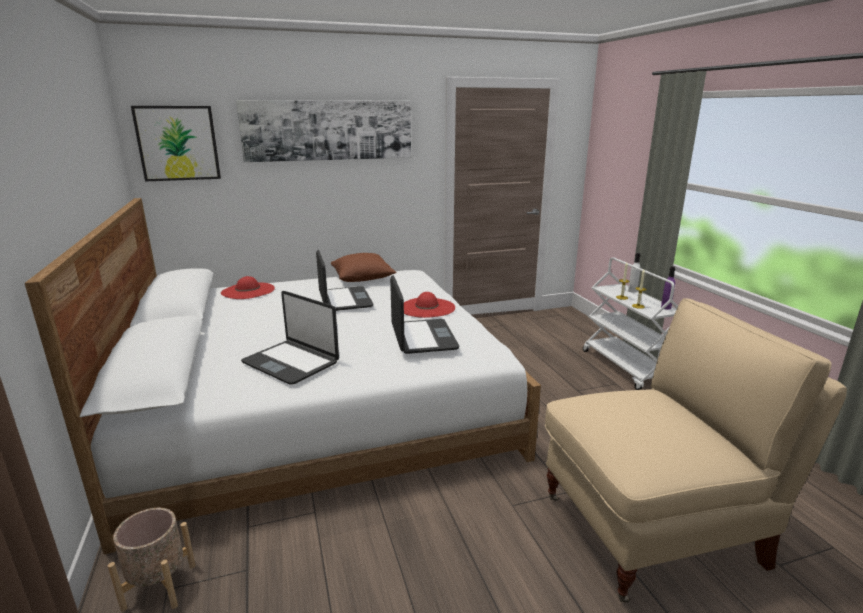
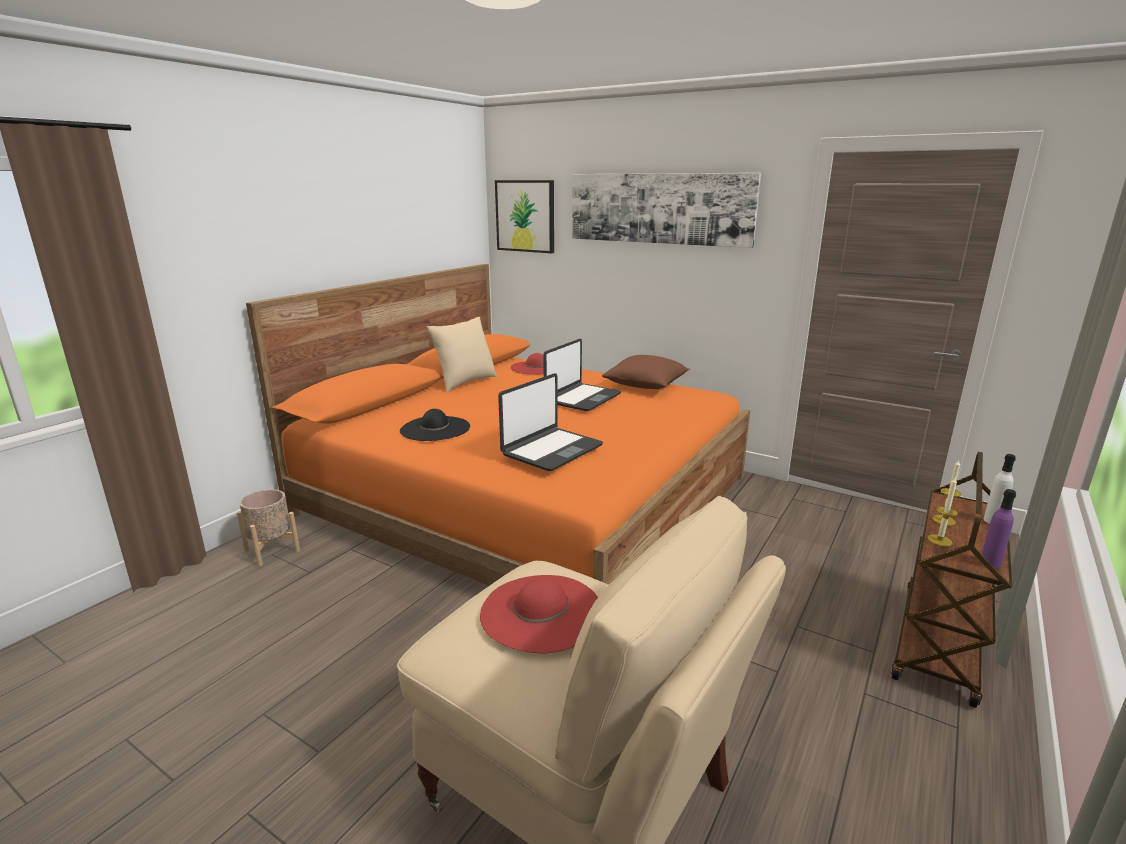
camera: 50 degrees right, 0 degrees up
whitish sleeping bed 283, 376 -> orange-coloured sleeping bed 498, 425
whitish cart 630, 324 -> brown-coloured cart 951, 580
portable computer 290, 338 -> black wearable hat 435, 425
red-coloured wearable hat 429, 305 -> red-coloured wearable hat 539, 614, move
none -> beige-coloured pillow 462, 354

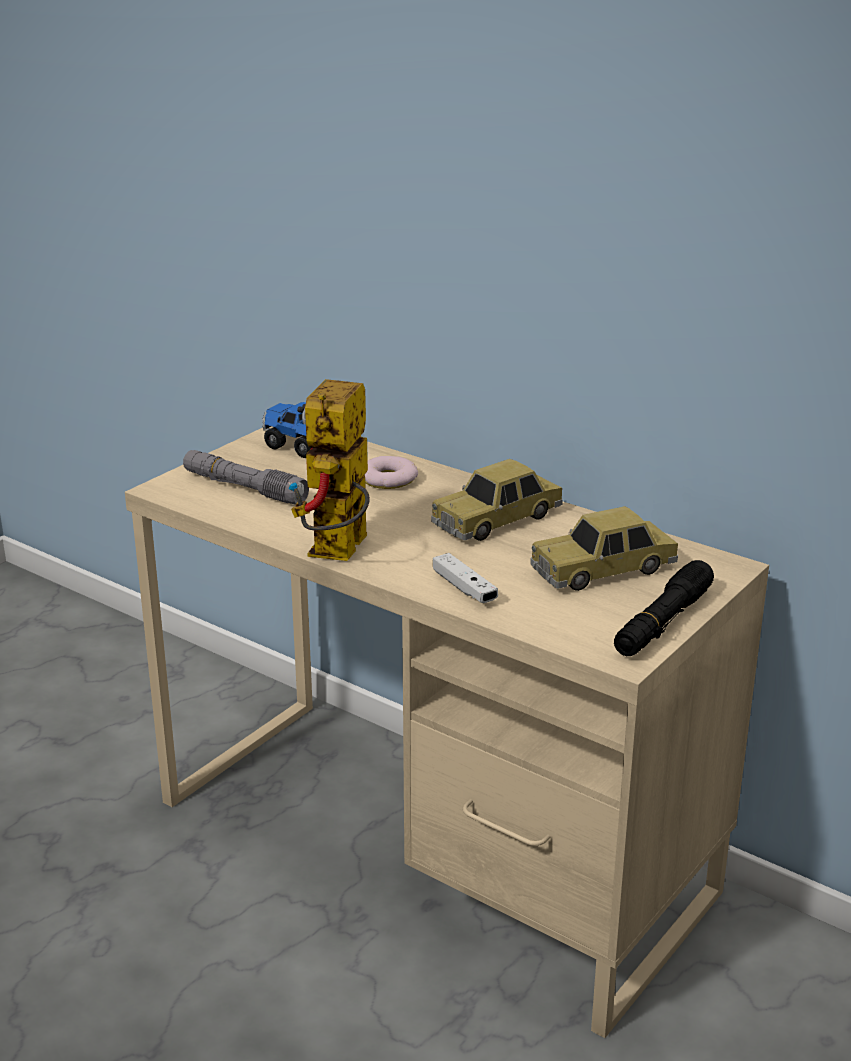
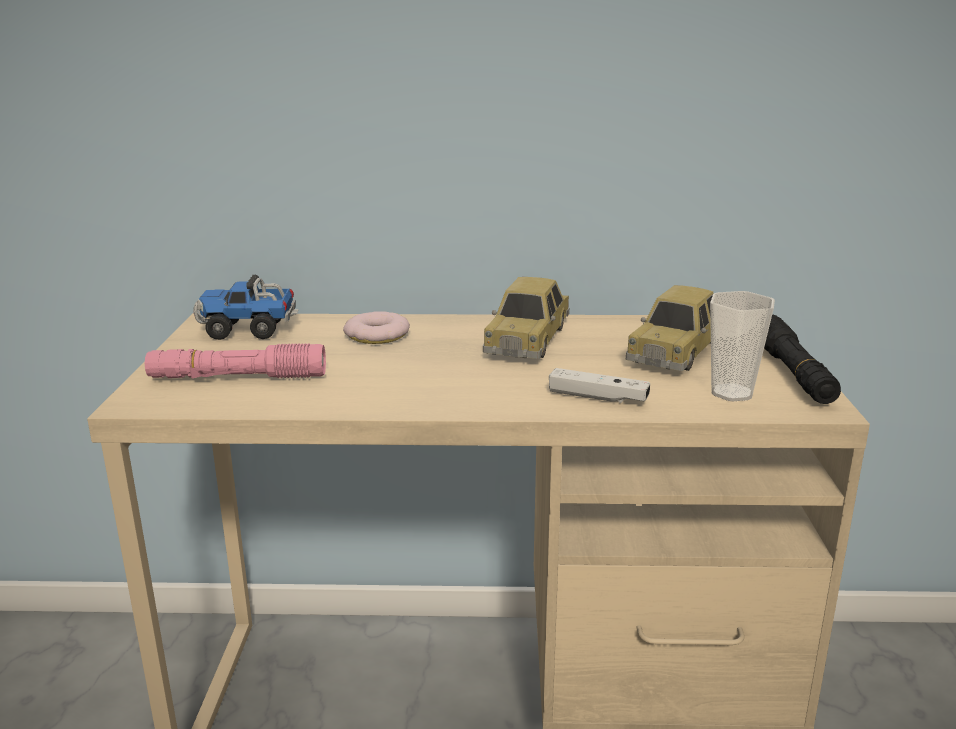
camera: 35 degrees left, 5 degrees down
toy robot 329, 470 -> none
gray hand torch 246, 477 -> pink hand torch 235, 361
none -> cup 742, 346

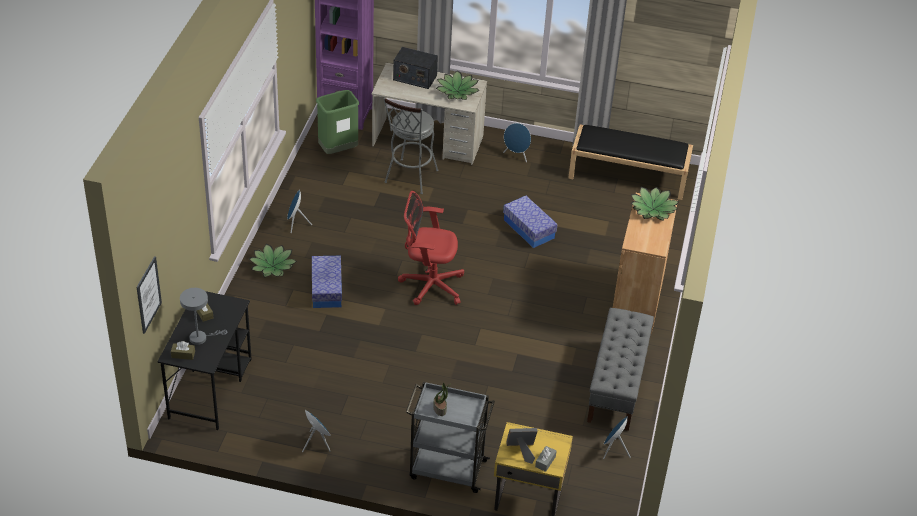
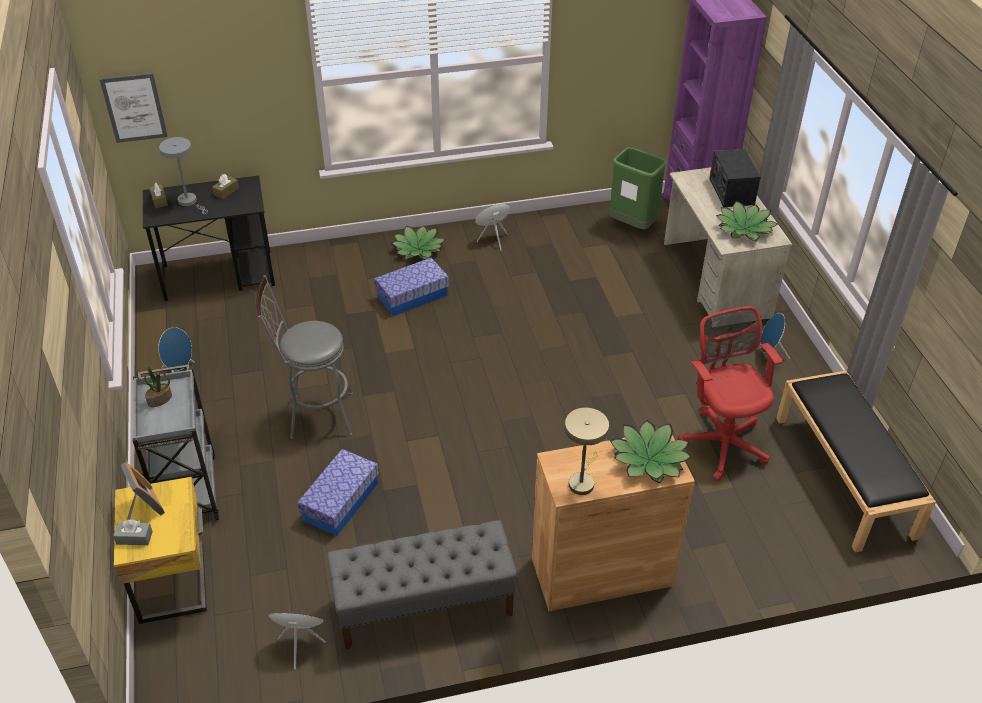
camera: 65 degrees right, 0 degrees up
gray stool 411, 146 -> gray stool 304, 357, move
red-coloured computer chair 431, 248 -> red-coloured computer chair 730, 394, move
storage box 530, 222 -> storage box 338, 492, move
none -> beige-coloured tabletop lamp 587, 451

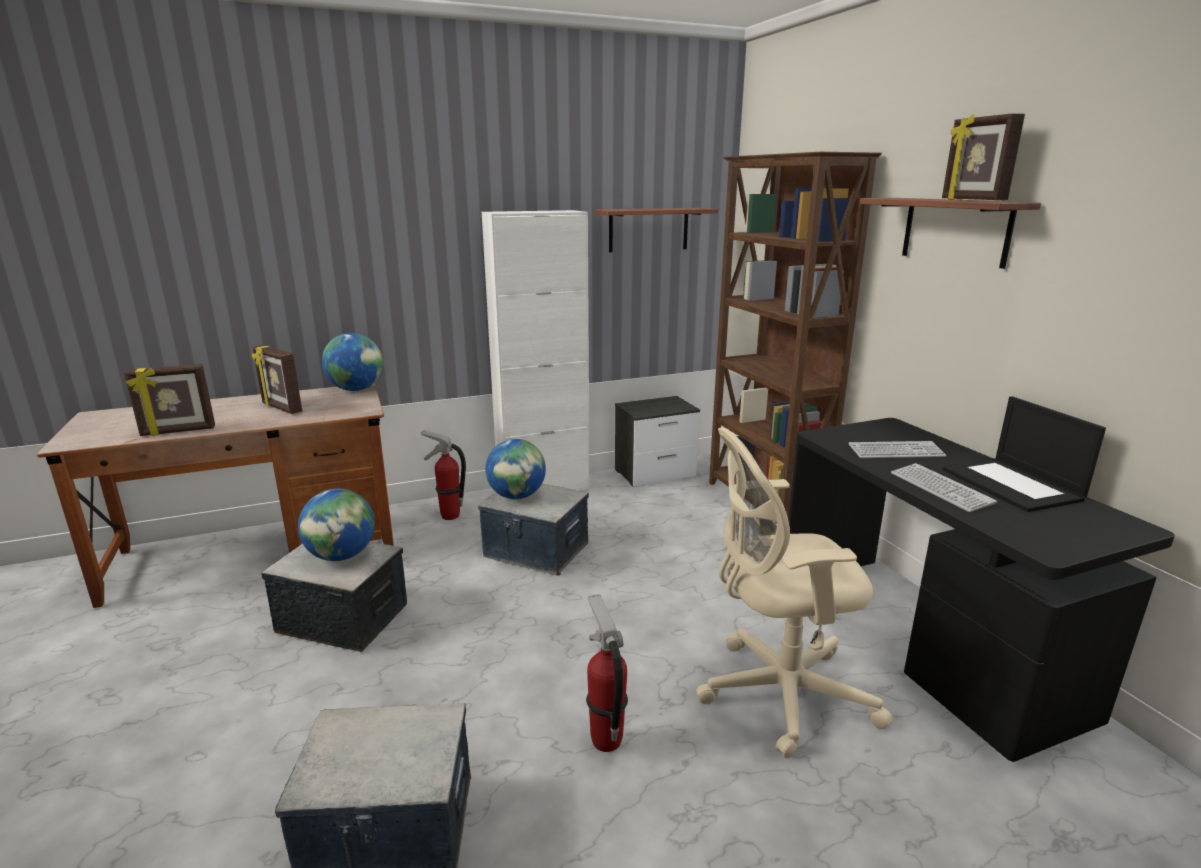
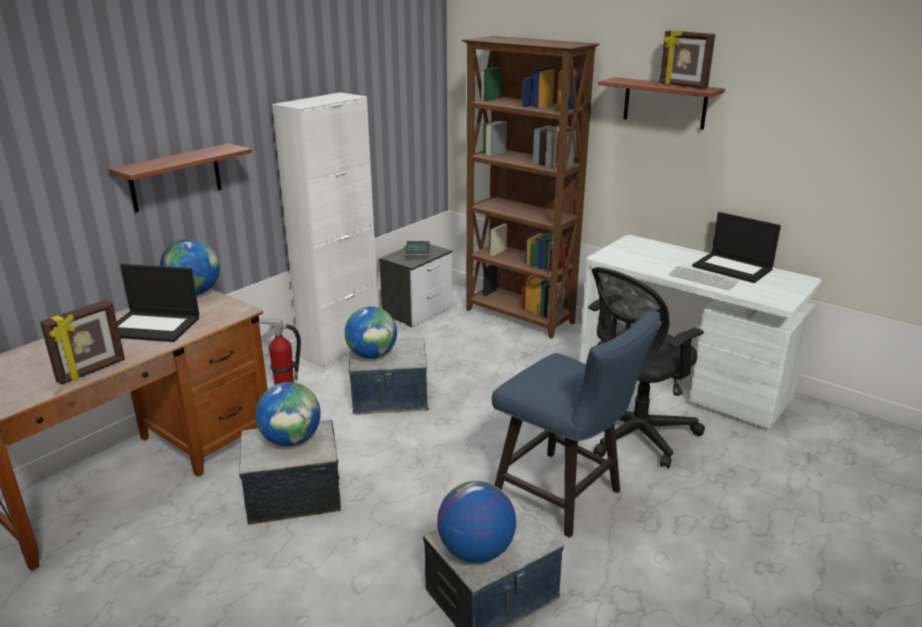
camera: 30 degrees left, 5 degrees up
shelf 656, 230 -> shelf 180, 177, move
picture frame 277, 379 -> portable computer 158, 303
black desk unit 981, 590 -> whitish desk unit 700, 331
beige-coloured computer chair 794, 592 -> black computer chair 646, 368
computer keyboard 897, 449 -> none
fire-fighting cylinder 607, 673 -> blue upright chair 576, 424
none -> bound book 417, 250
none -> world globe 476, 522

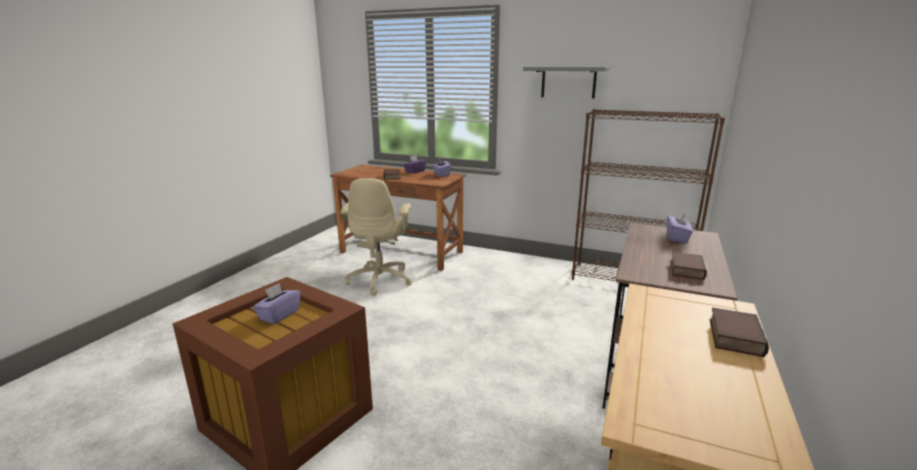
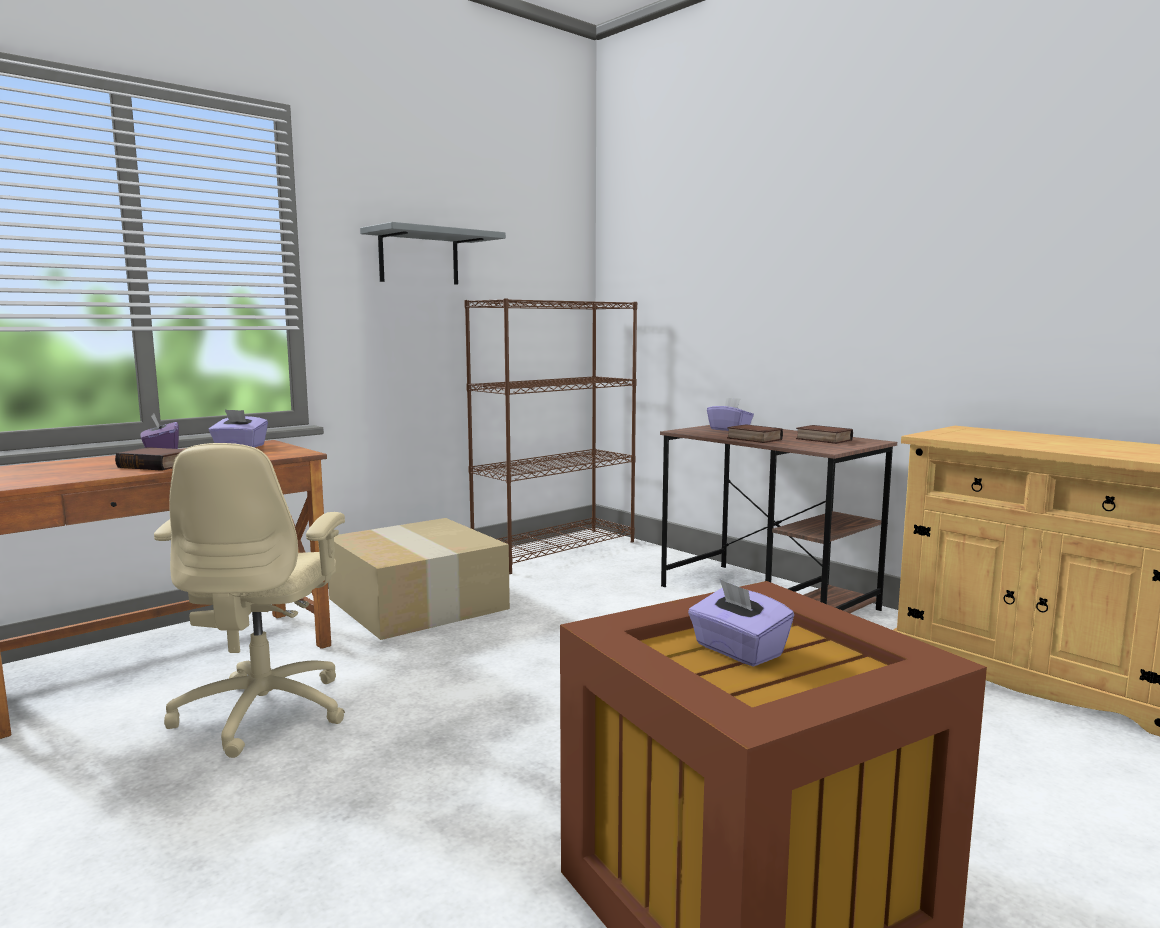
camera: 65 degrees left, 10 degrees down
beige-coloured computer chair 376, 237 -> beige-coloured computer chair 249, 600, 60 degrees clockwise
bound book 739, 332 -> bound book 755, 433, move
none -> cardboard box 419, 579

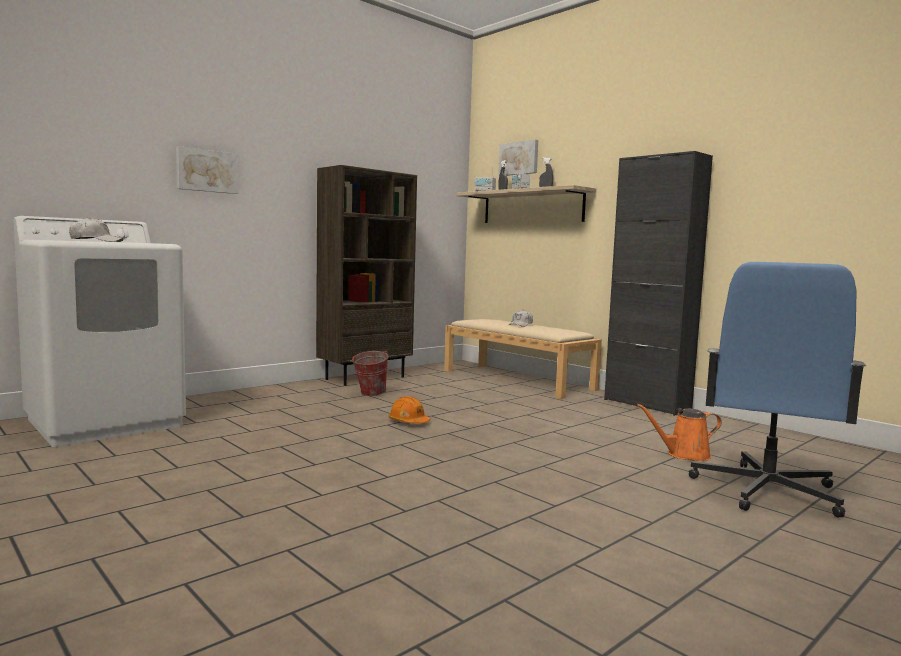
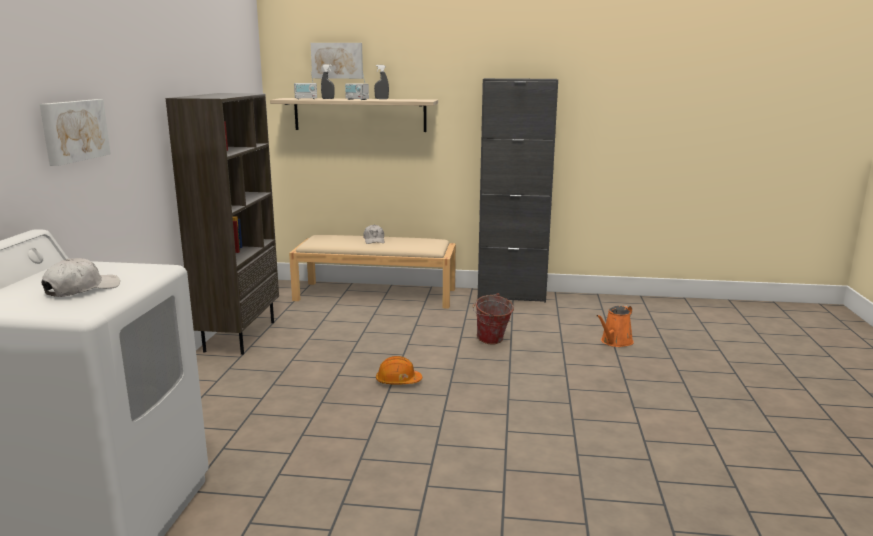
camera: 40 degrees left, 10 degrees up
blue computer chair 777, 390 -> none
water bucket 369, 373 -> water bucket 493, 319, move

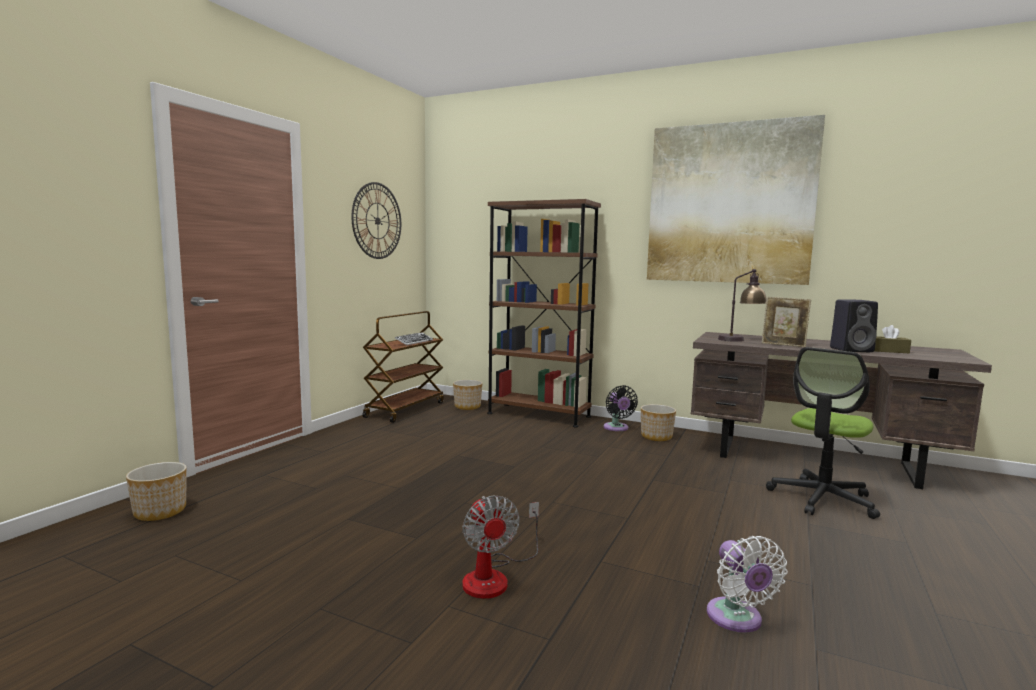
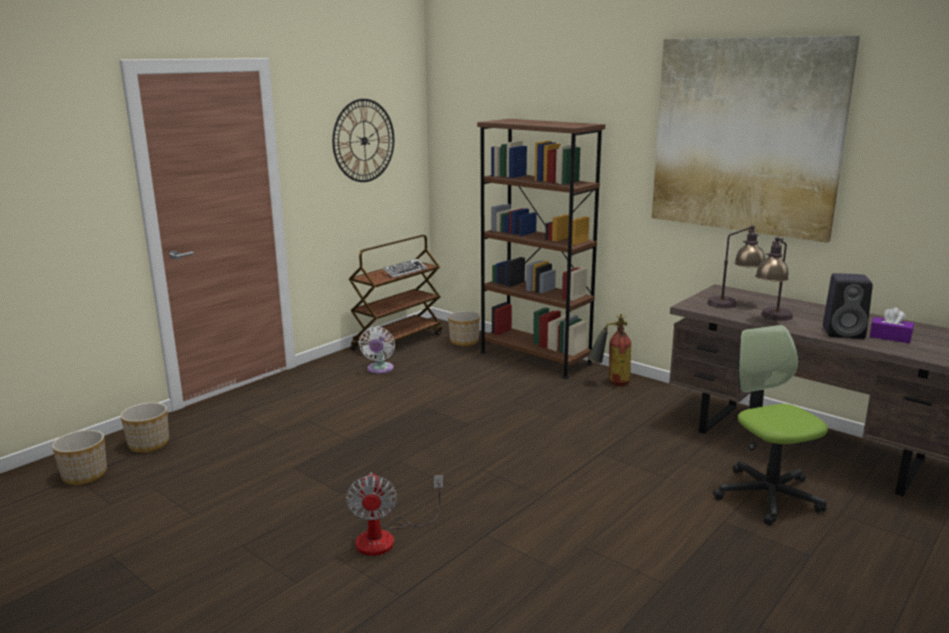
camera: 15 degrees right, 10 degrees up
picture frame 786, 322 -> tabletop lamp 774, 278
brown-coloured box of tissues 893, 339 -> purplish box of tissues 892, 325
computer chair 823, 433 -> computer chair 770, 425, 105 degrees clockwise
black cooling fan 621, 408 -> fire-fighting cylinder 609, 350
planter 658, 422 -> planter 79, 457, move
whitish cooling fan 747, 584 -> whitish cooling fan 377, 350, move

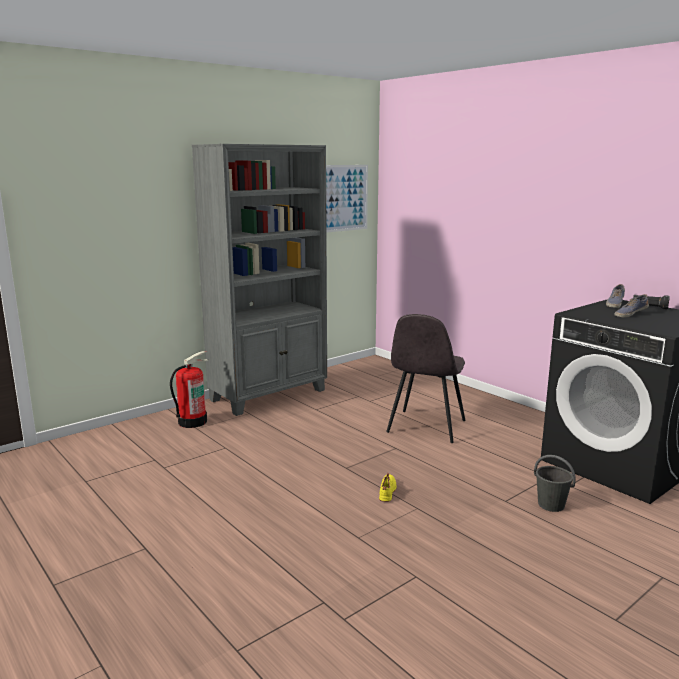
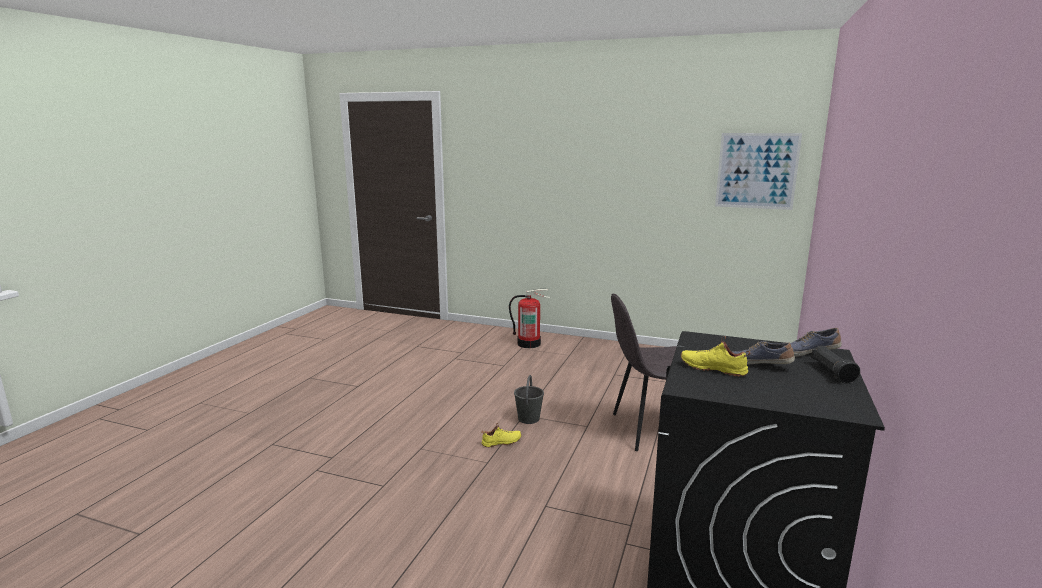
camera: 60 degrees right, 0 degrees up
gray bookshelf 259, 280 -> none
gray water bucket 555, 483 -> gray water bucket 529, 399, move
none -> yellow shoe 715, 356

